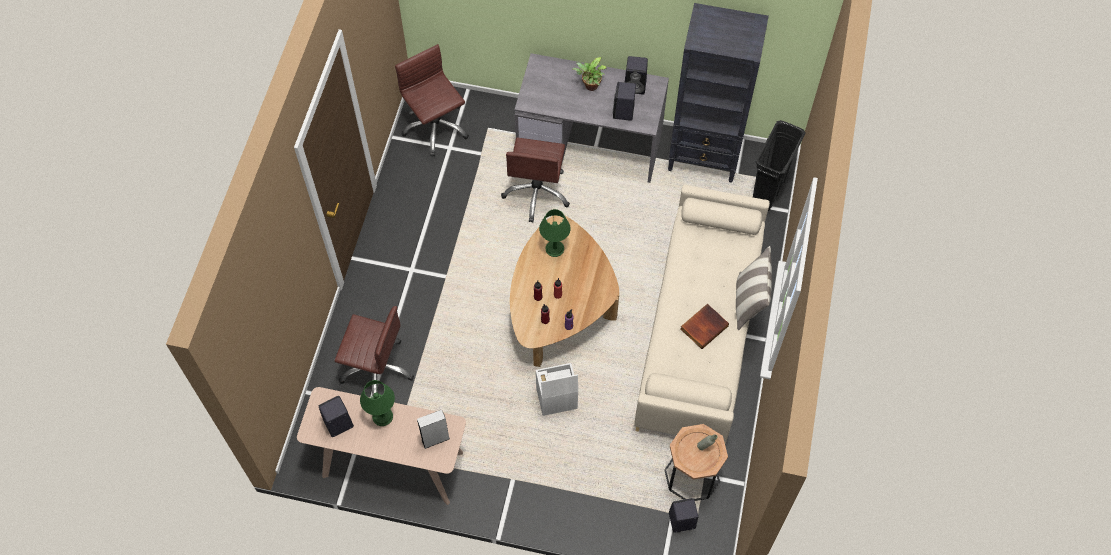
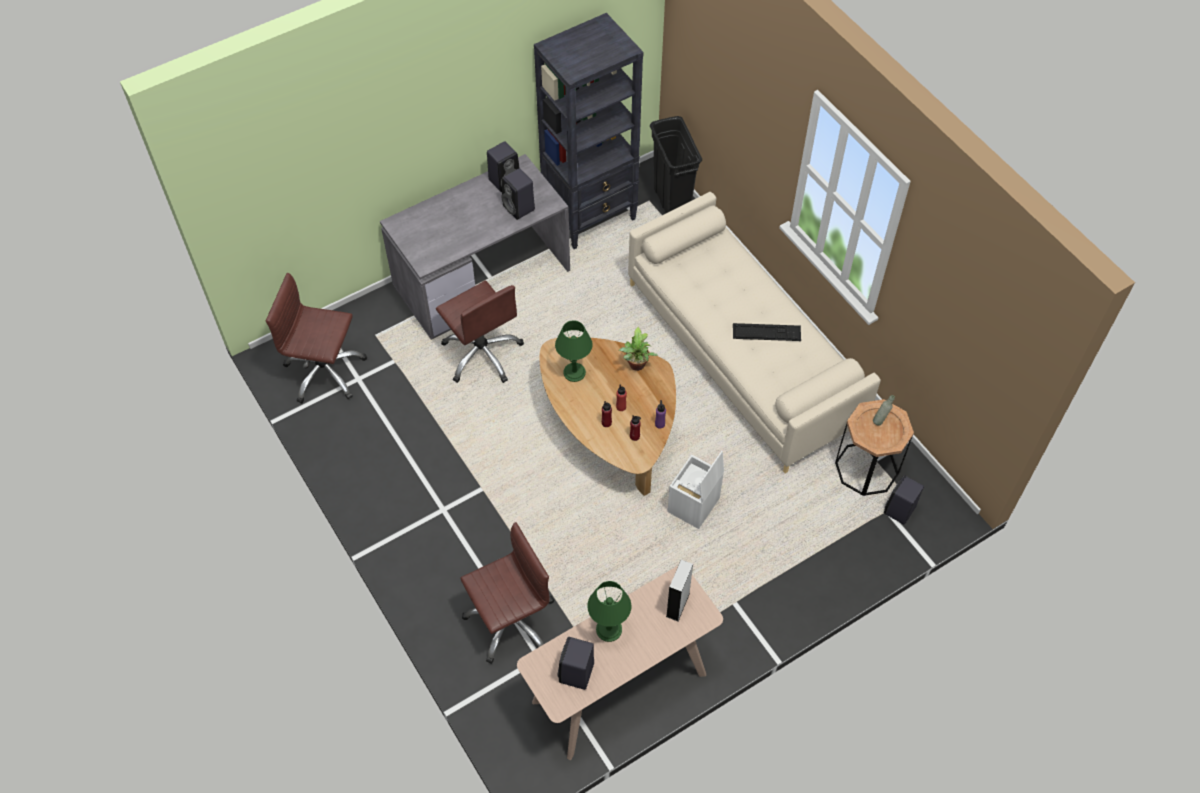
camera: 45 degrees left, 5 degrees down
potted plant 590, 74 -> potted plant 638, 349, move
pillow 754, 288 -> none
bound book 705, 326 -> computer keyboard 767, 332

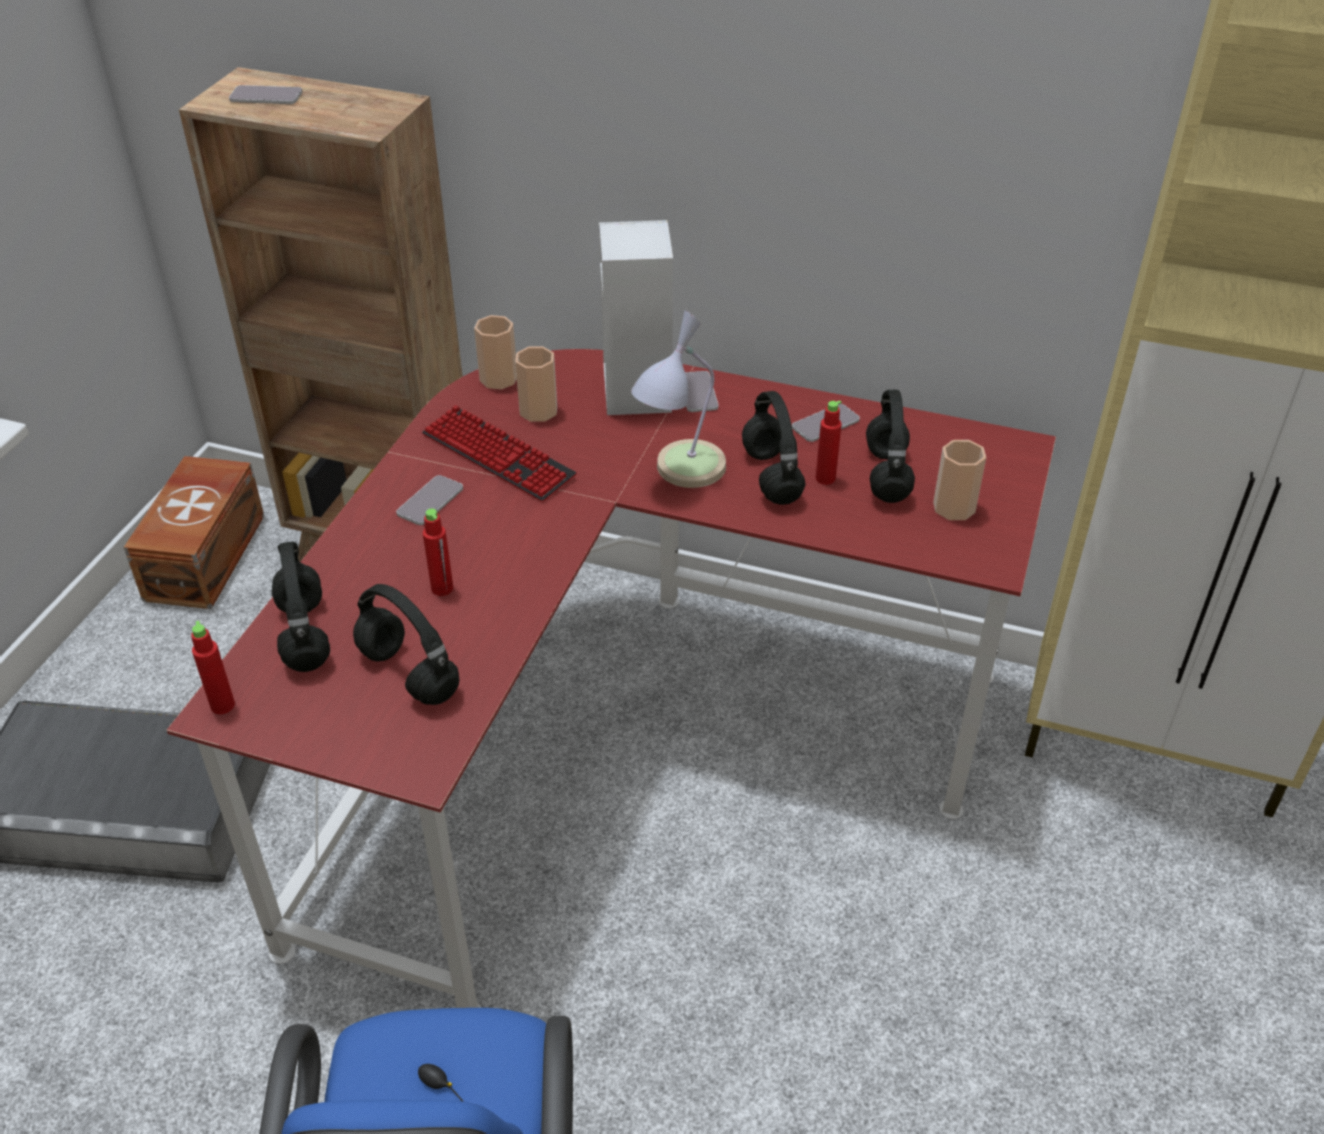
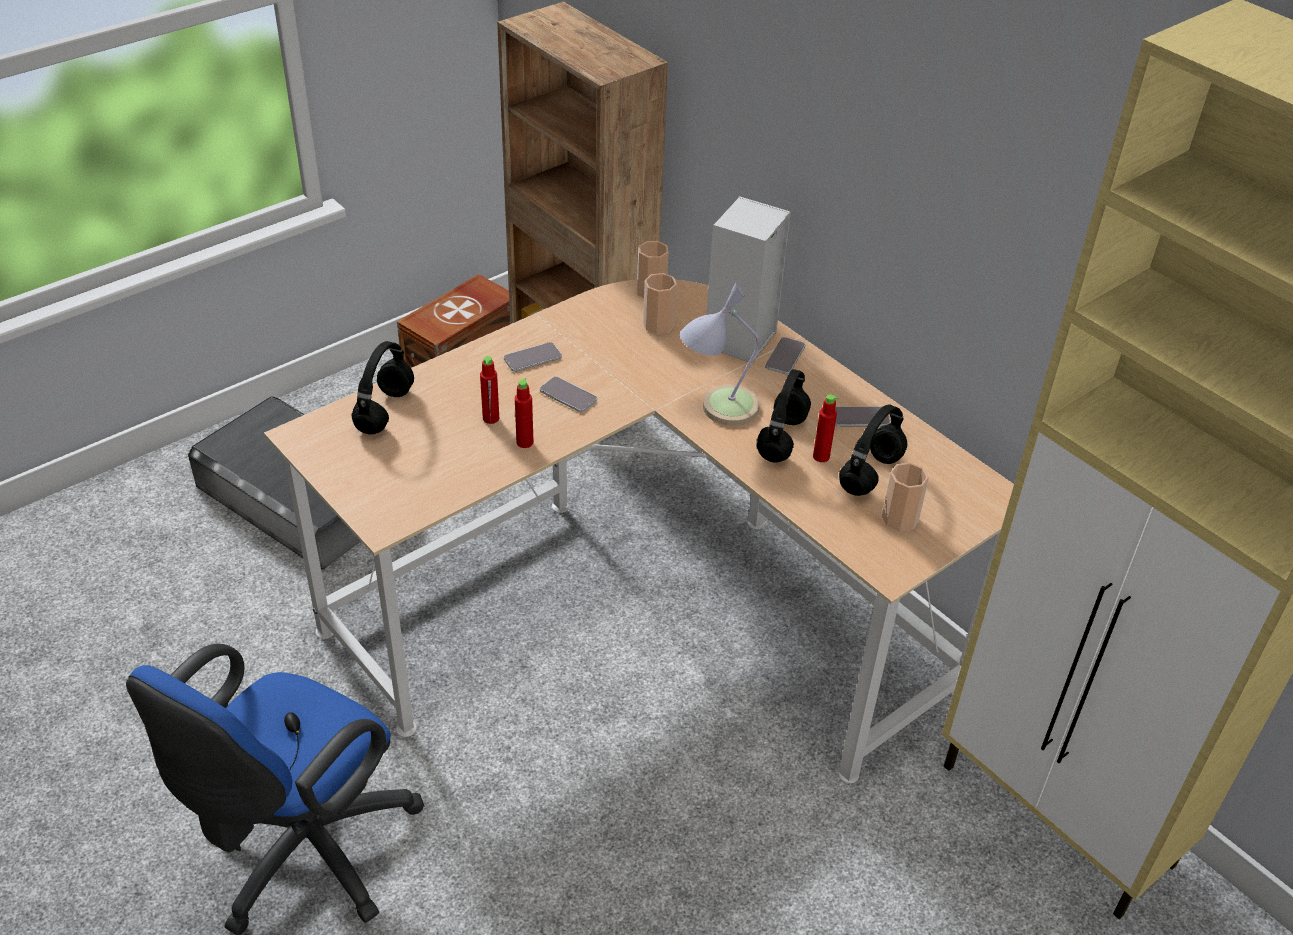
camera: 30 degrees right, 0 degrees up
handset 265, 94 -> handset 568, 394, move
red-coloured desk unit 611, 678 -> beige-coloured desk unit 639, 531
computer keyboard 499, 453 -> none
black headphones 406, 644 -> none
red-coloured drink bottle 213, 667 -> red-coloured drink bottle 524, 413, move

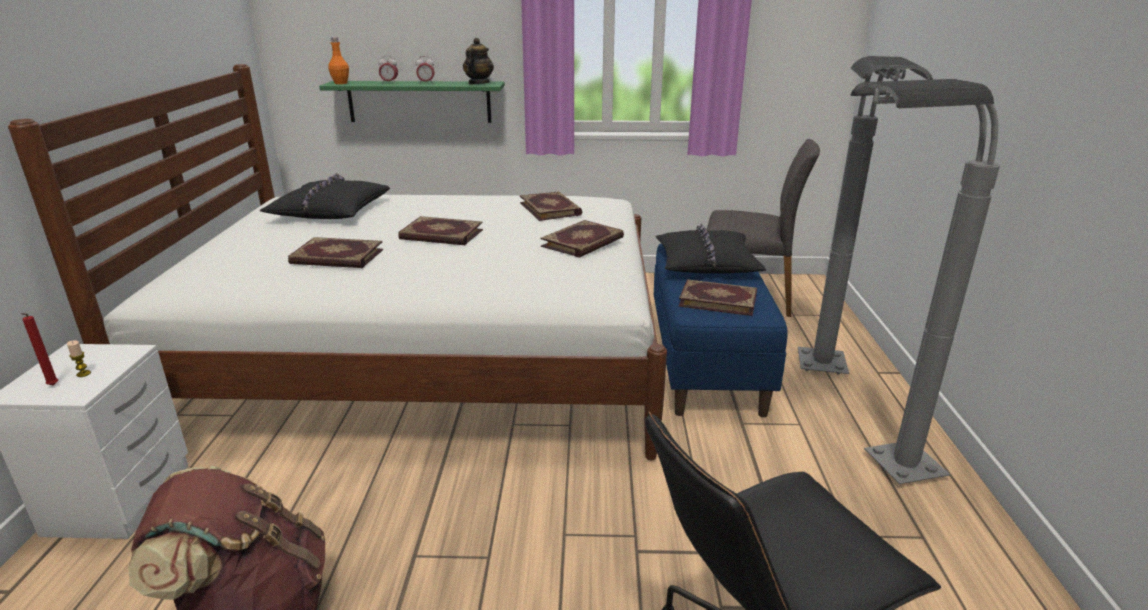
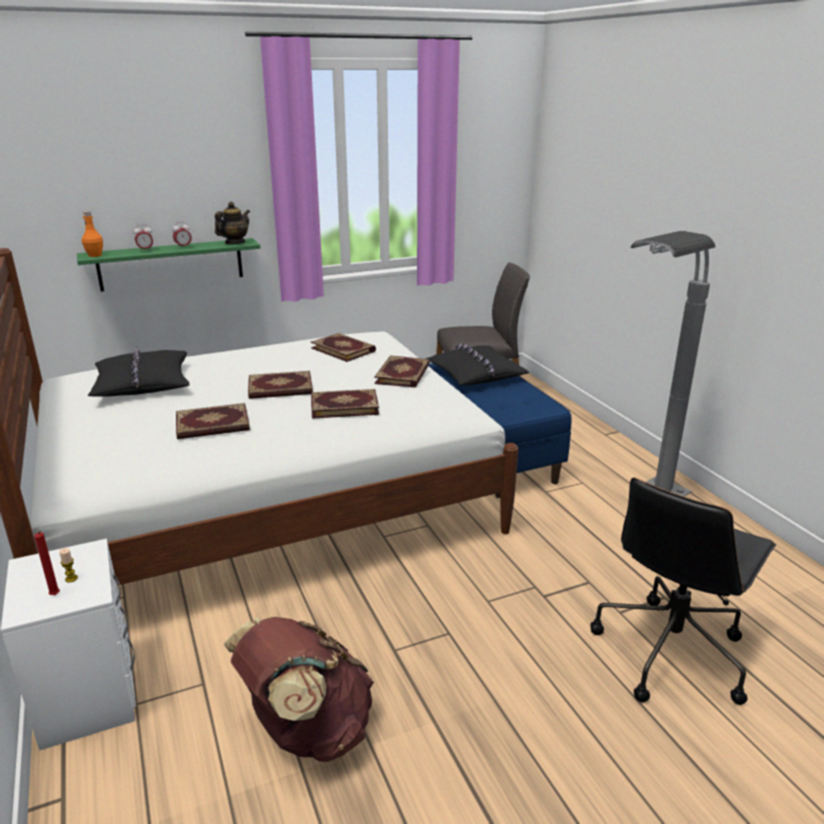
camera: 25 degrees left, 0 degrees up
teapot 478, 61 -> teapot 232, 223, 45 degrees clockwise
gray standard lamp 865, 215 -> none
bound book 718, 297 -> bound book 345, 404, move

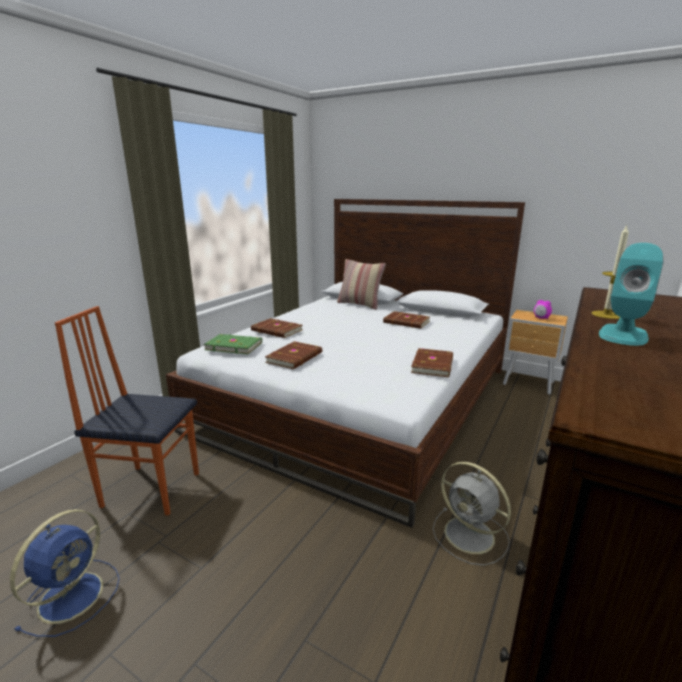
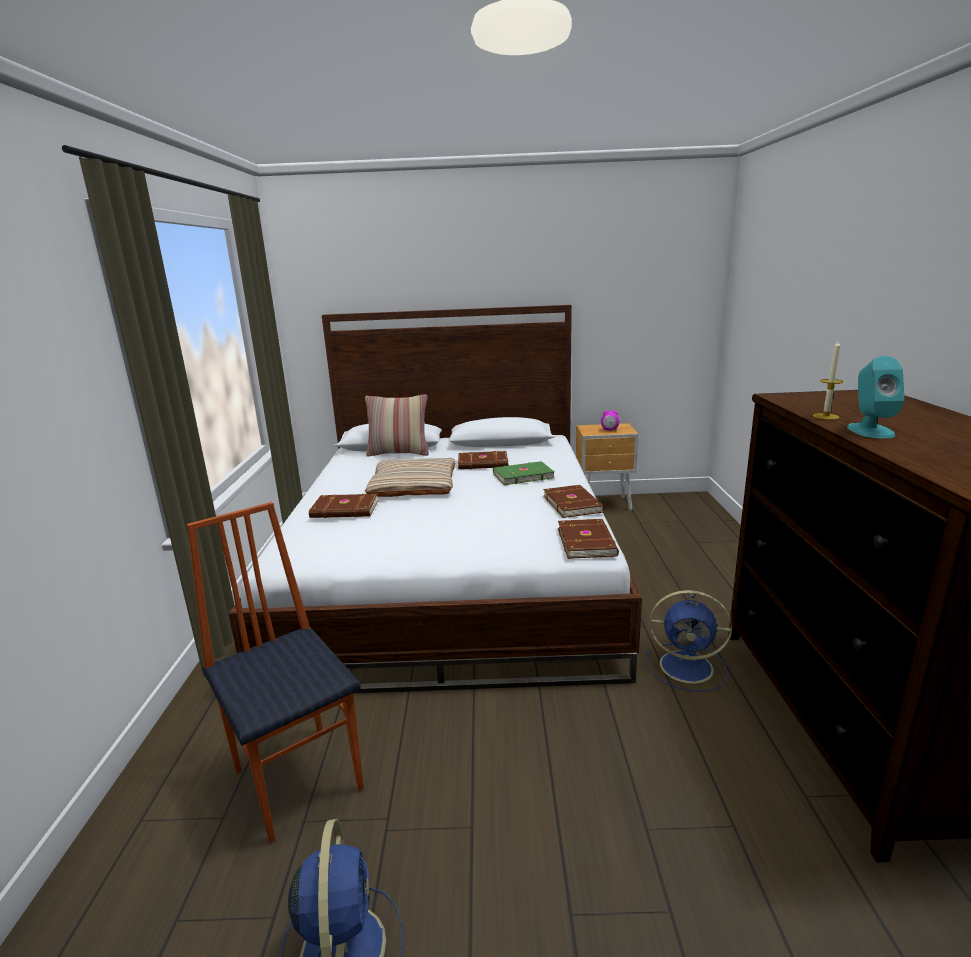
camera: 30 degrees left, 0 degrees up
upright chair 127, 410 -> upright chair 275, 672, 75 degrees clockwise
green bound book 233, 344 -> green bound book 524, 473, move
brown-coloured bound book 293, 355 -> brown-coloured bound book 588, 539, move
gray cooling fan 472, 514 -> blue cooling fan 689, 641
none -> beige-coloured pillow 410, 477

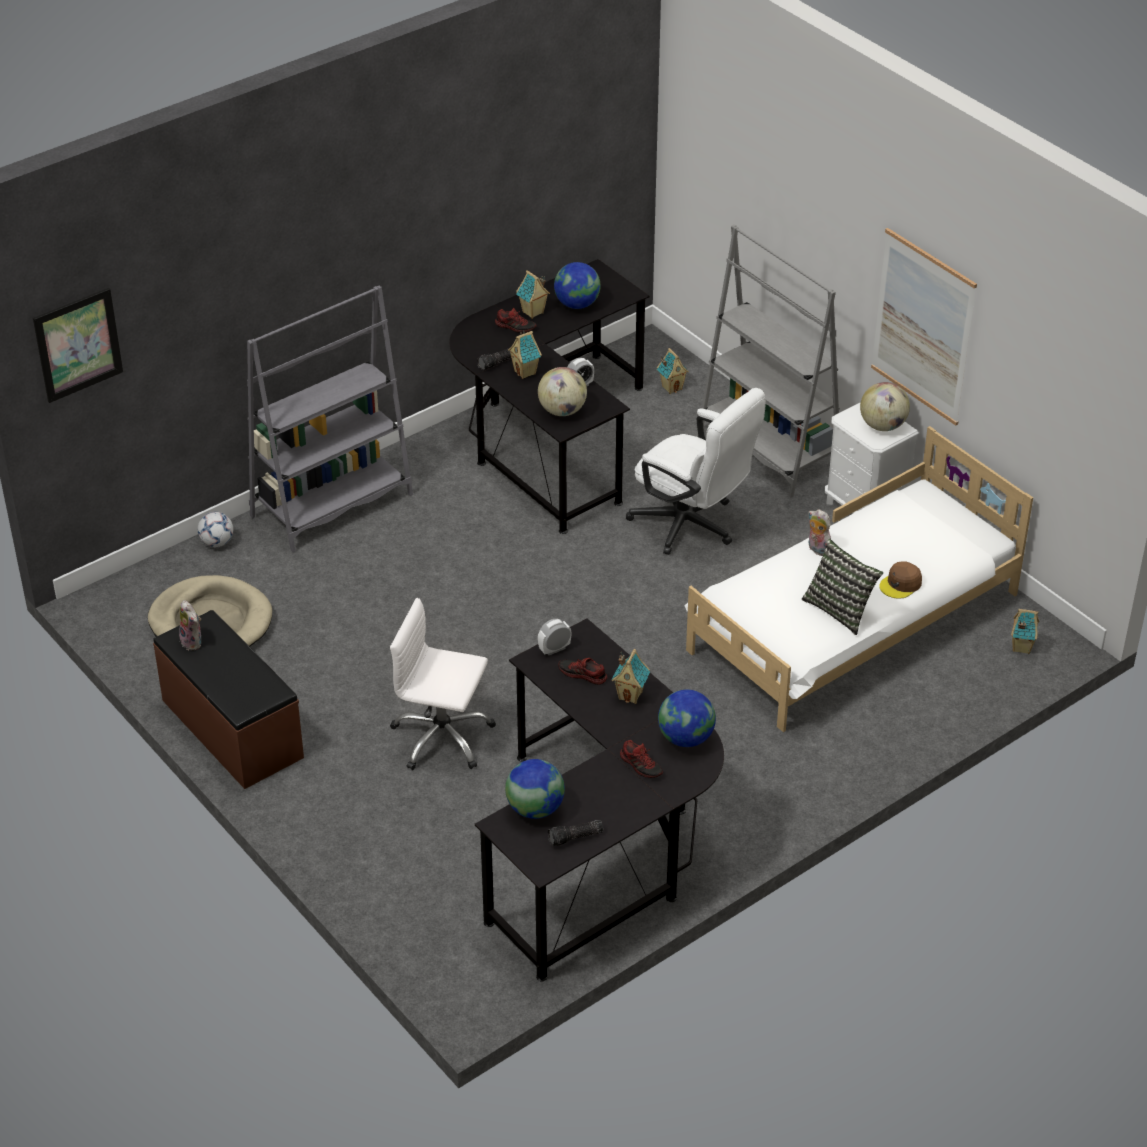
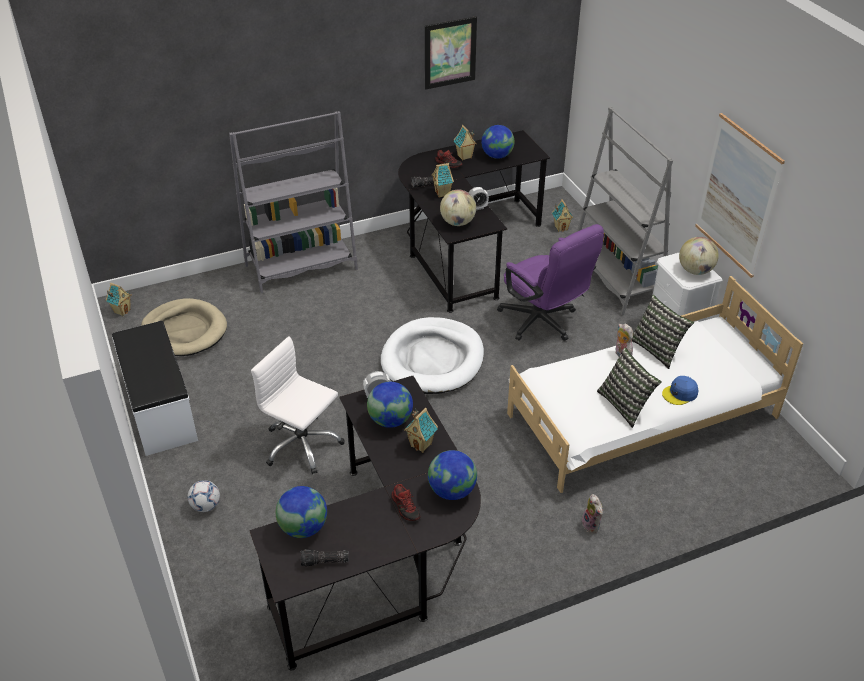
camera: 15 degrees right, 0 degrees up
wall picture 78, 345 -> wall picture 451, 53, move
whitish computer chair 696, 471 -> purplish computer chair 550, 282
ball for football 215, 529 -> ball for football 204, 496, move
brown-coloured cap 900, 580 -> blue cap 680, 390
cuddly toy 190, 625 -> cuddly toy 591, 513, move
model house 1025, 631 -> model house 119, 299, move
brown-coloured indoor bench 228, 699 -> whitish indoor bench 155, 388
shoe 582, 671 -> world globe 390, 405
none -> pillow 663, 332
none -> whitish pet bed 432, 355

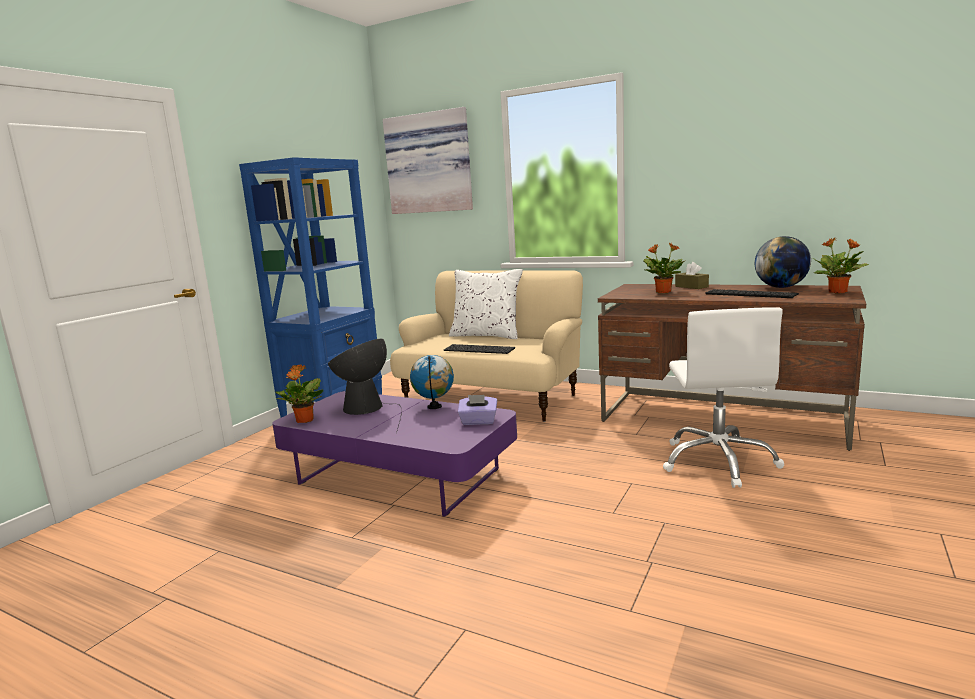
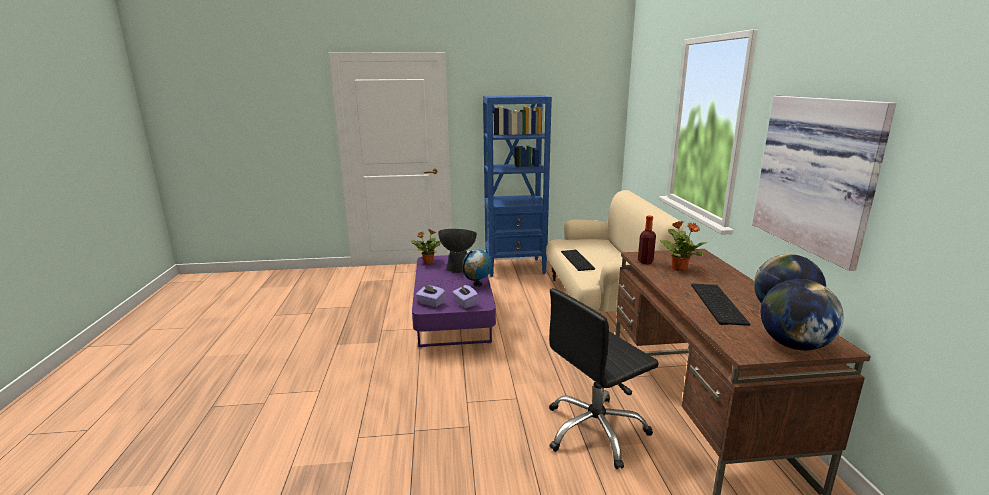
camera: 55 degrees right, 5 degrees up
wall picture 428, 160 -> wall picture 824, 183, move
potted plant 840, 265 -> world globe 802, 314
brown-coloured box of tissues 692, 275 -> none
whitish pillow 486, 304 -> none
whitish computer chair 723, 397 -> black computer chair 604, 378
none -> drink bottle 647, 239
none -> purplish box of tissues 431, 296

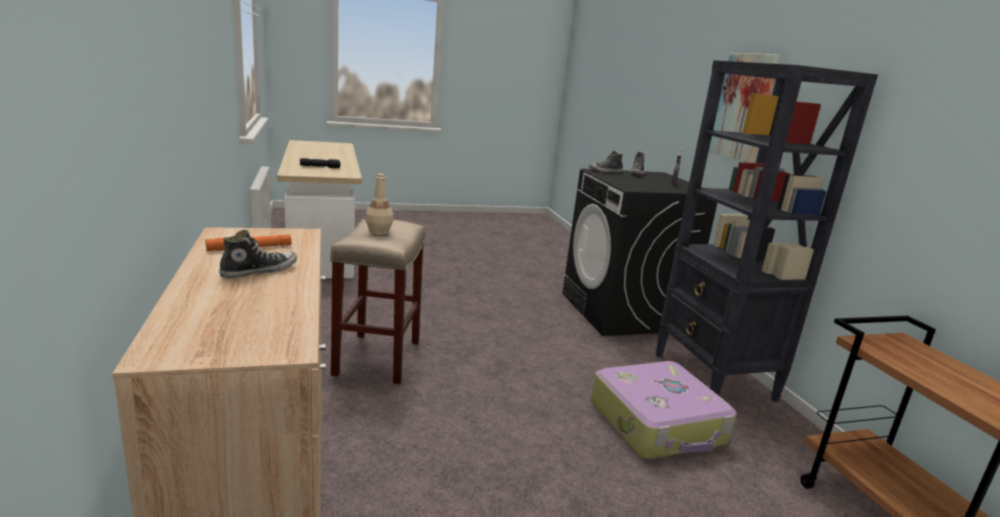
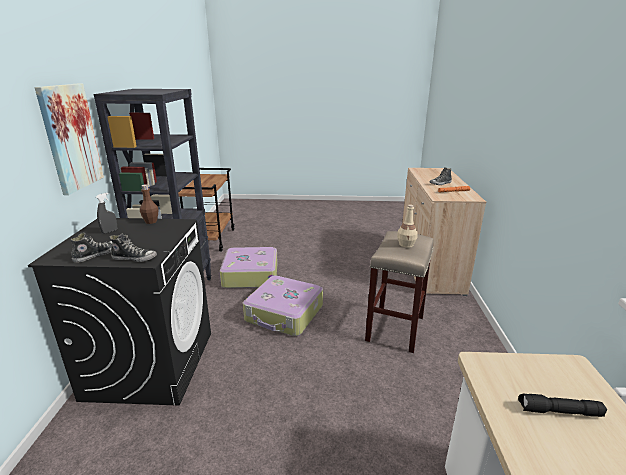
camera: 160 degrees left, 5 degrees up
none -> brown-coloured drink bottle 149, 204
none -> travel case 283, 305

